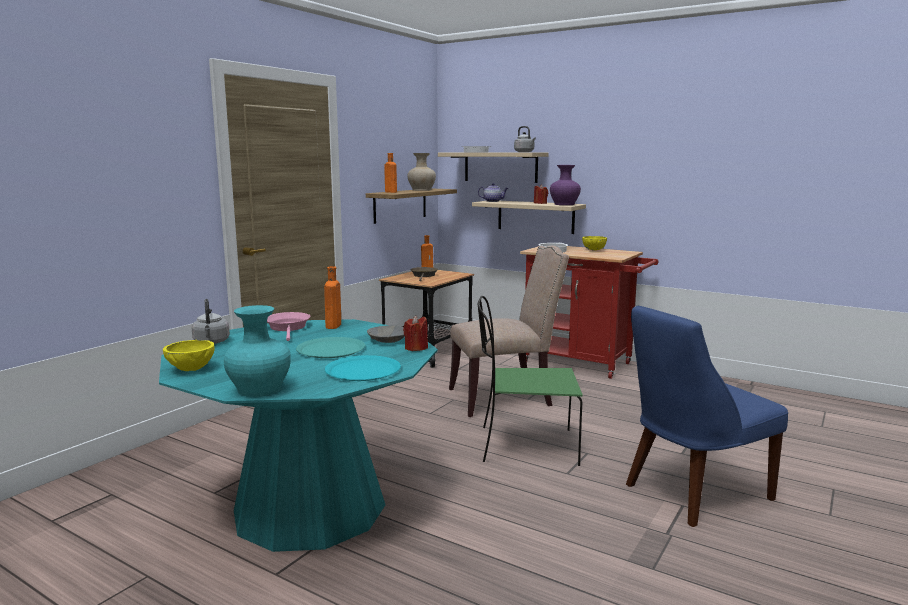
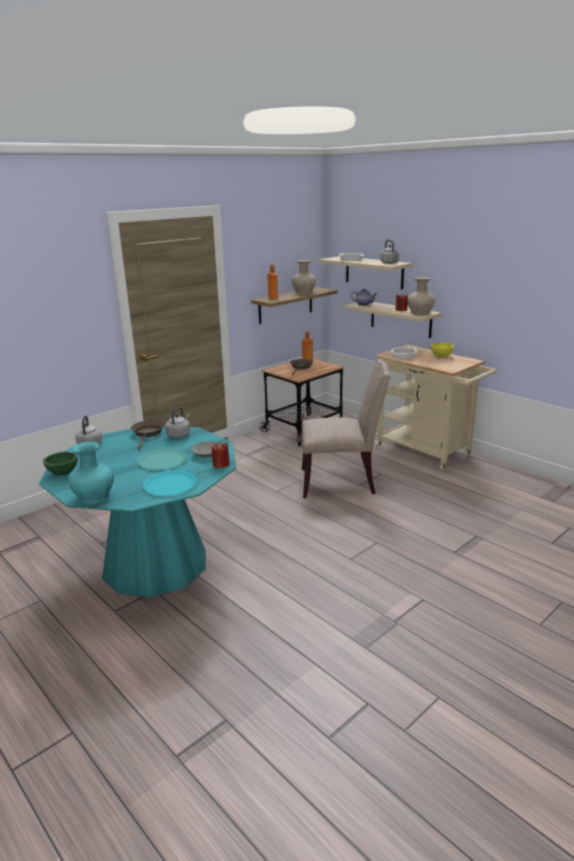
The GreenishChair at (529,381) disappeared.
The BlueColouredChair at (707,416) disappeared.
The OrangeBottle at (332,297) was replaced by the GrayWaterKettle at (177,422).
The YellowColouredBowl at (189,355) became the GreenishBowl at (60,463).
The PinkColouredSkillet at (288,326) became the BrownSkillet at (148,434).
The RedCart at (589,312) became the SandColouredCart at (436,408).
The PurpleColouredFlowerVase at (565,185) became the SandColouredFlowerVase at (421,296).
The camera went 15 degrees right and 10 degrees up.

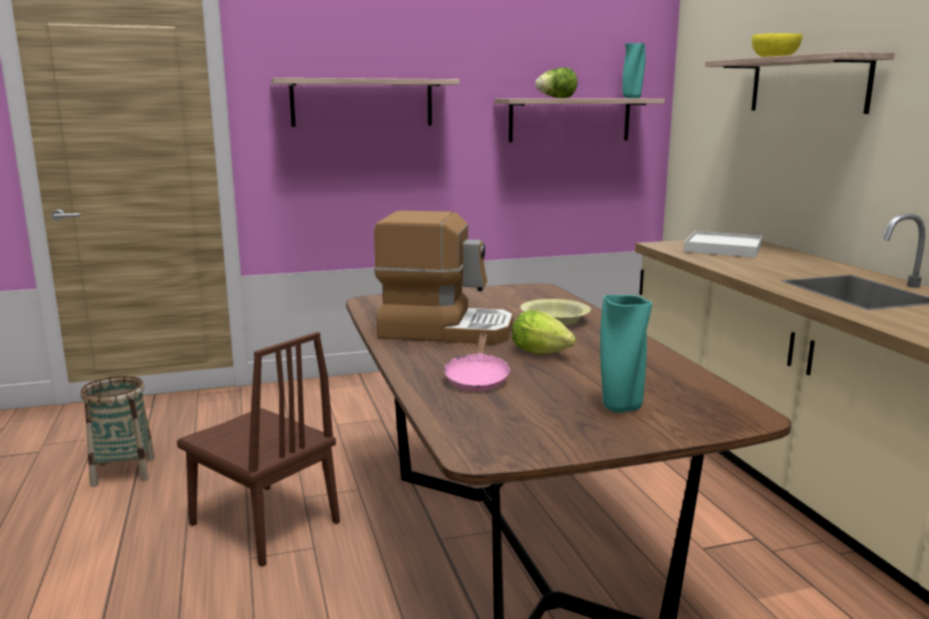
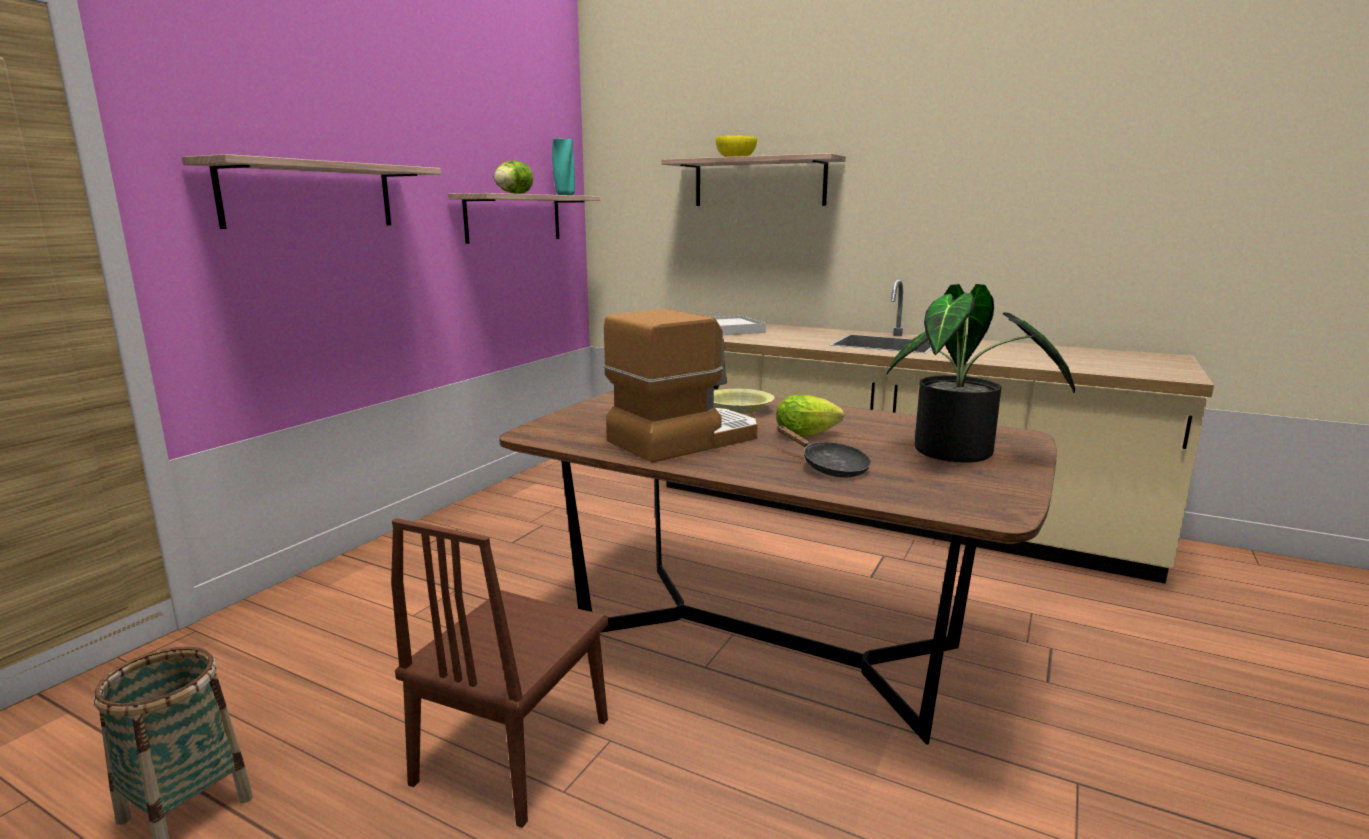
The TurquoiseColouredFlowerVase at (626,354) was replaced by the PlantInAPot at (981,373).
The PinkColouredSkillet at (477,362) became the BlackSkillet at (824,451).
The BrownChair at (258,449) turned 120 degrees clockwise.
The camera went 45 degrees left and 0 degrees up.

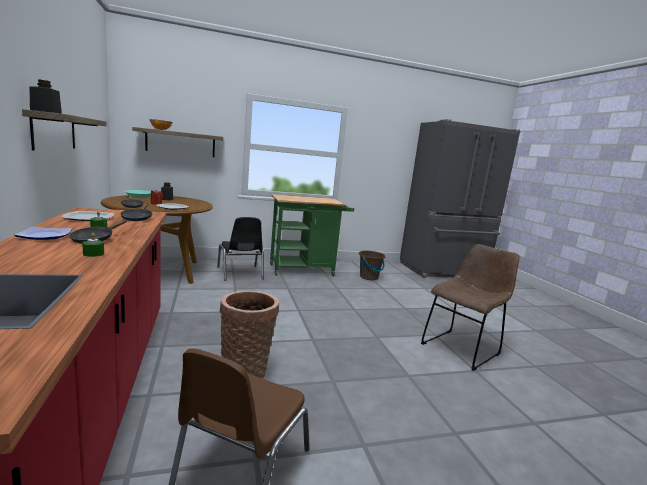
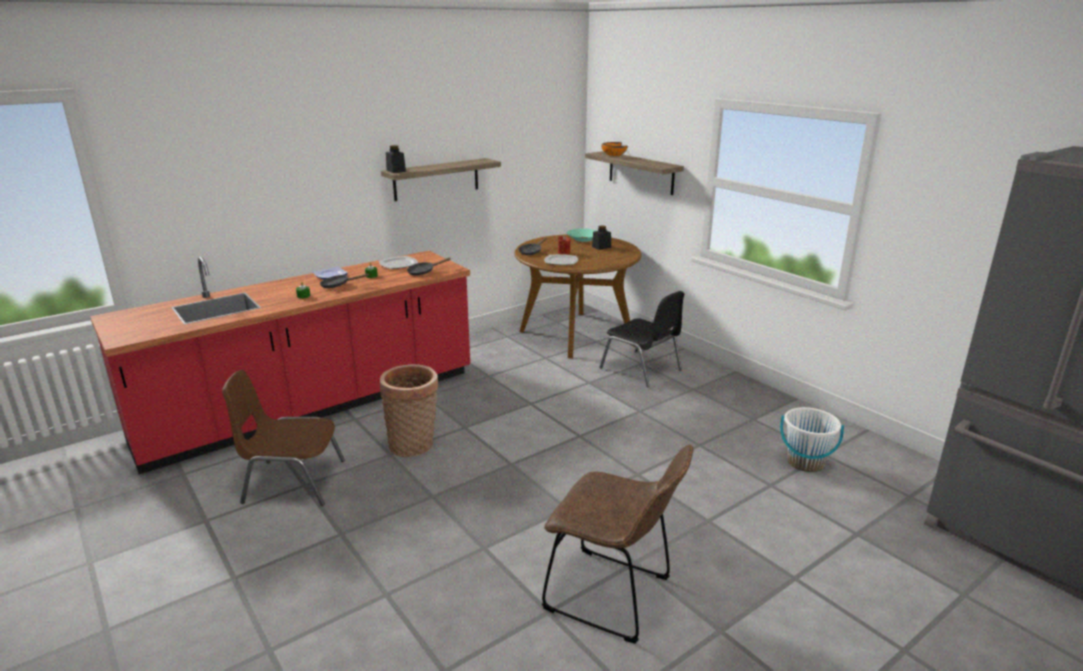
The GreenishCart at (312,235) disappeared.
The BrownPail at (372,265) became the WhiteColouredPail at (812,439).
The BlackChair at (240,249) turned 90 degrees counterclockwise.
The camera went 70 degrees right and 10 degrees up.

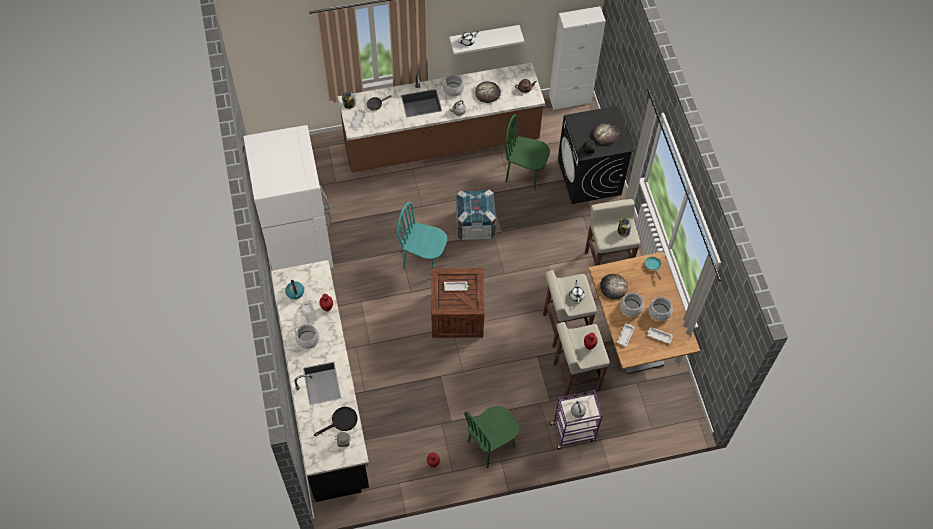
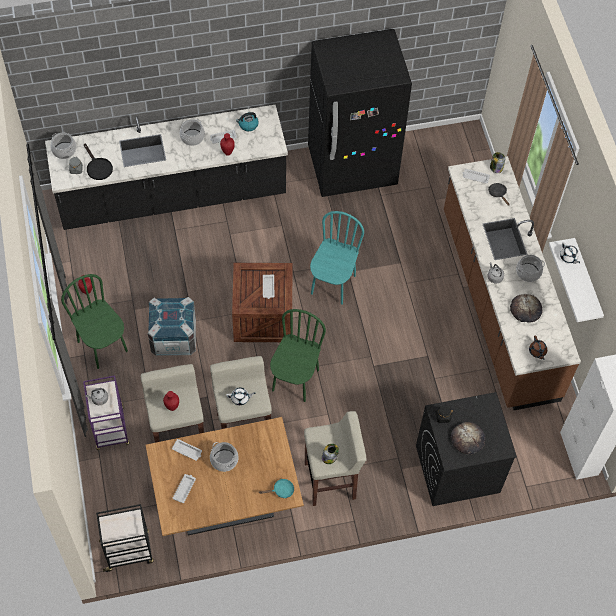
The BakedBread at (614,286) disappeared.
The BlackCart at (125,538) appeared.
The ShippingCrate moved from (476,215) to (172,326).
The GreenishChair moved from (527,152) to (298,355).
The Saucepot moved from (660,309) to (63,145).
The WhiteColouredRefrigerator at (288,197) became the BlackRefrigerator at (360,113).
The camera went 90 degrees right and 0 degrees up.

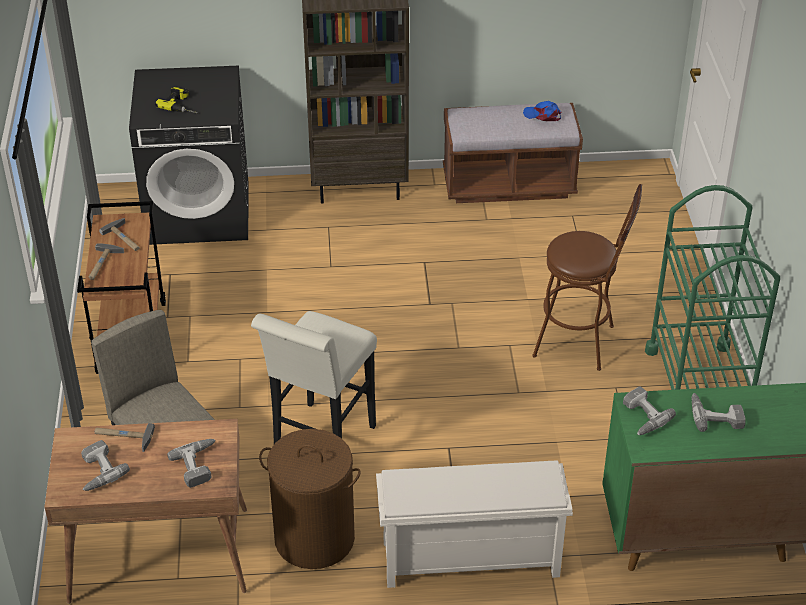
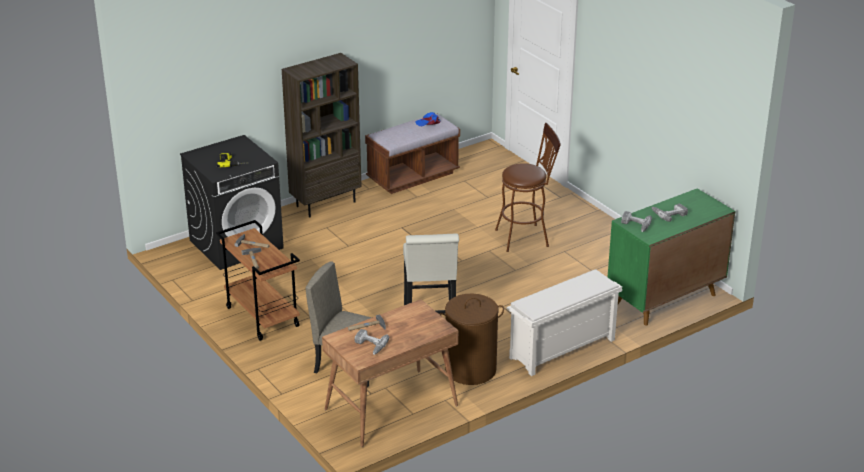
The PowerDrill at (191,463) disappeared.
The GreenishCart at (712,287) disappeared.
The camera went 30 degrees left and 10 degrees down.

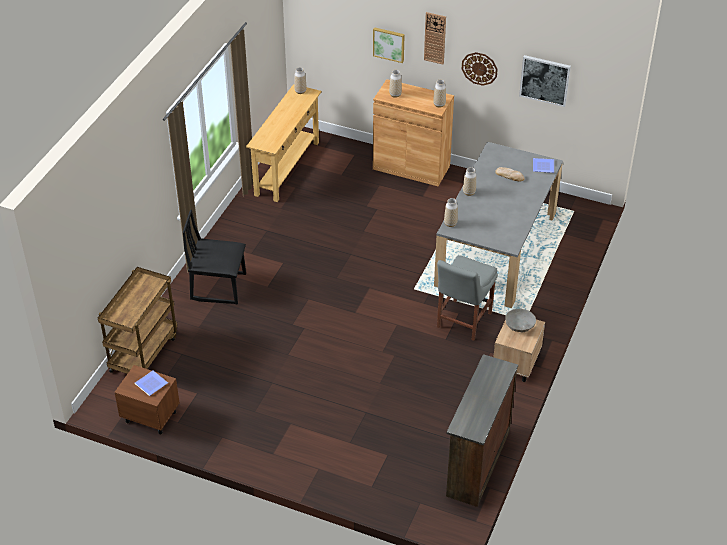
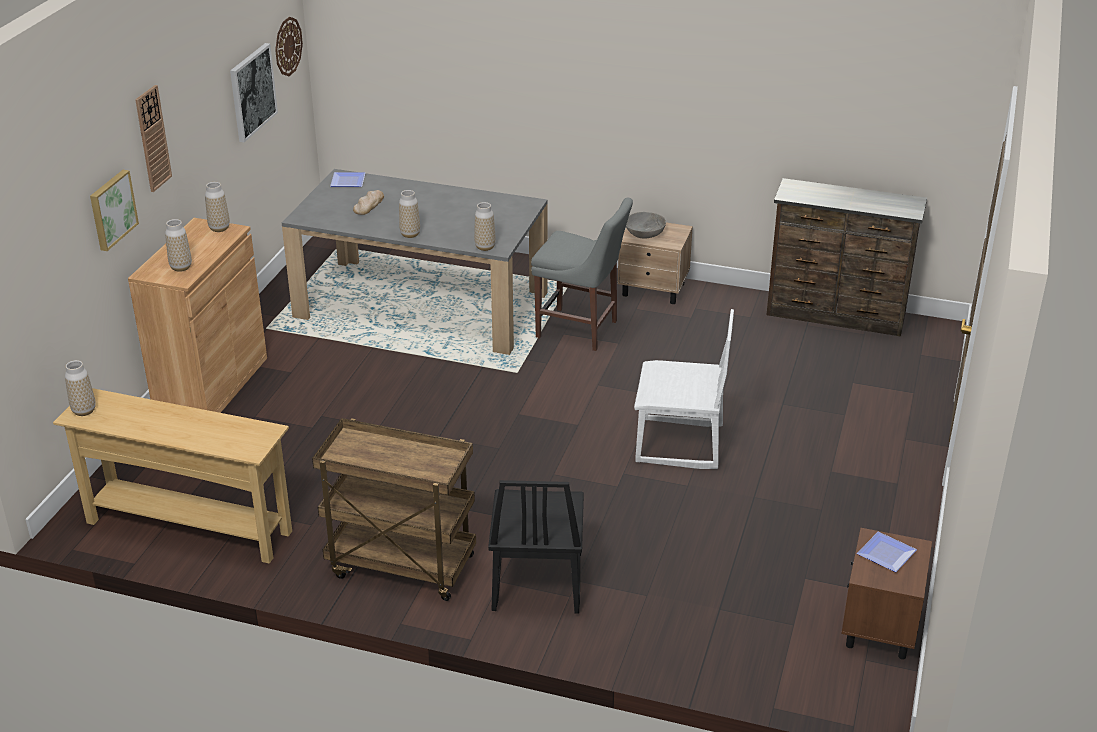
The WhiteColouredChair at (684,389) appeared.
The BrownCart moved from (138,320) to (394,509).
The HangingClock moved from (480,69) to (289,46).
The camera went 95 degrees left and 10 degrees down.

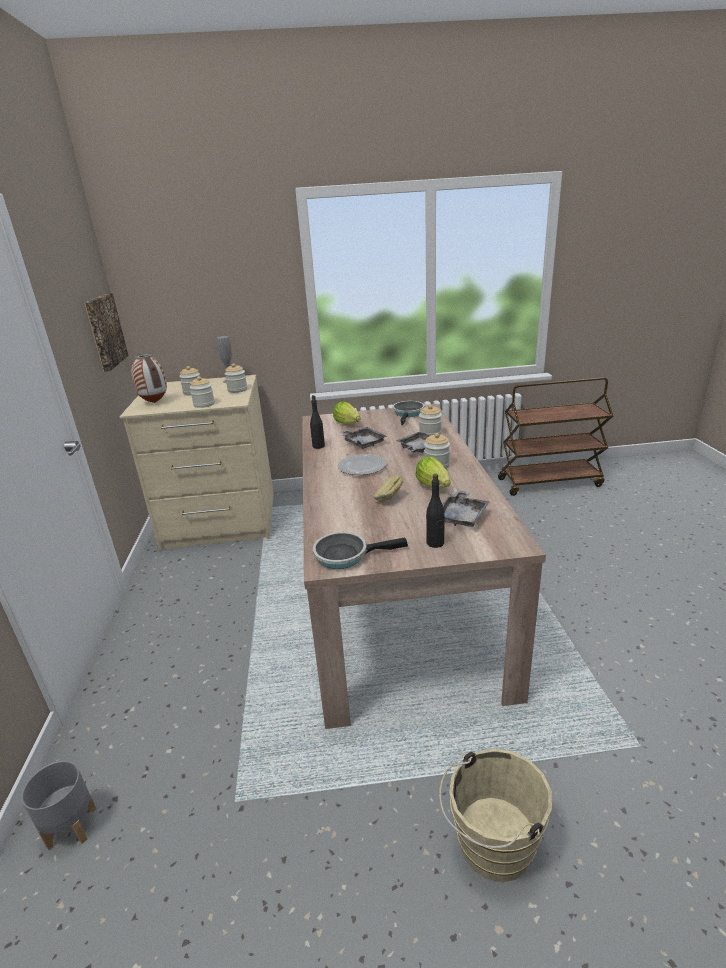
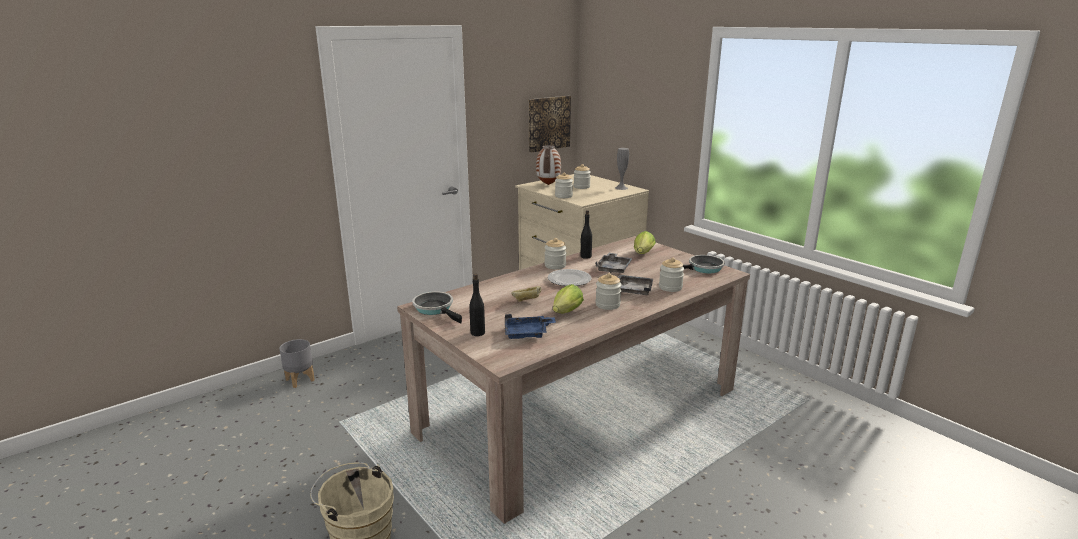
The BrownCart at (555,436) disappeared.
The PreserveJar moved from (236,378) to (555,253).
The GrayTray at (466,508) became the BlueColouredTray at (530,326).
The camera went 55 degrees right and 5 degrees down.

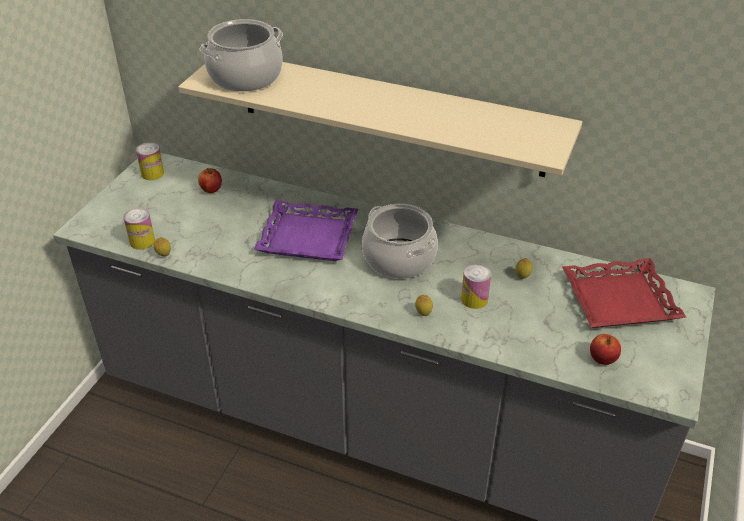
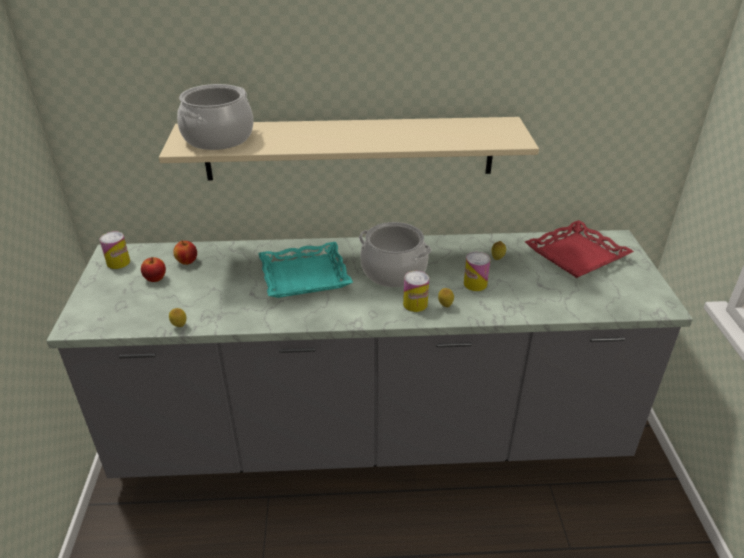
The Can moved from (139,229) to (416,291).
The Apple moved from (605,349) to (153,269).
The PurpleColouredTray at (306,230) became the TurquoiseColouredTray at (305,270).
The camera went 25 degrees left and 5 degrees down.

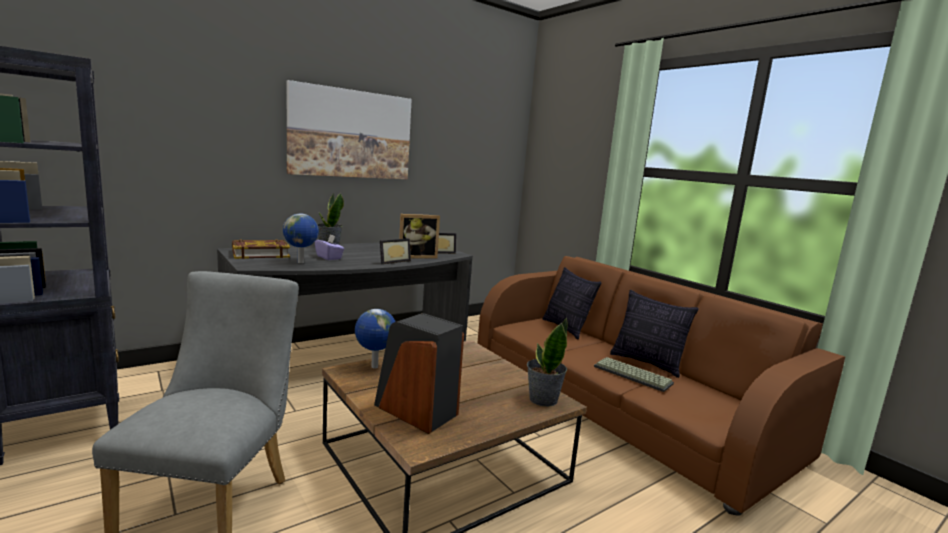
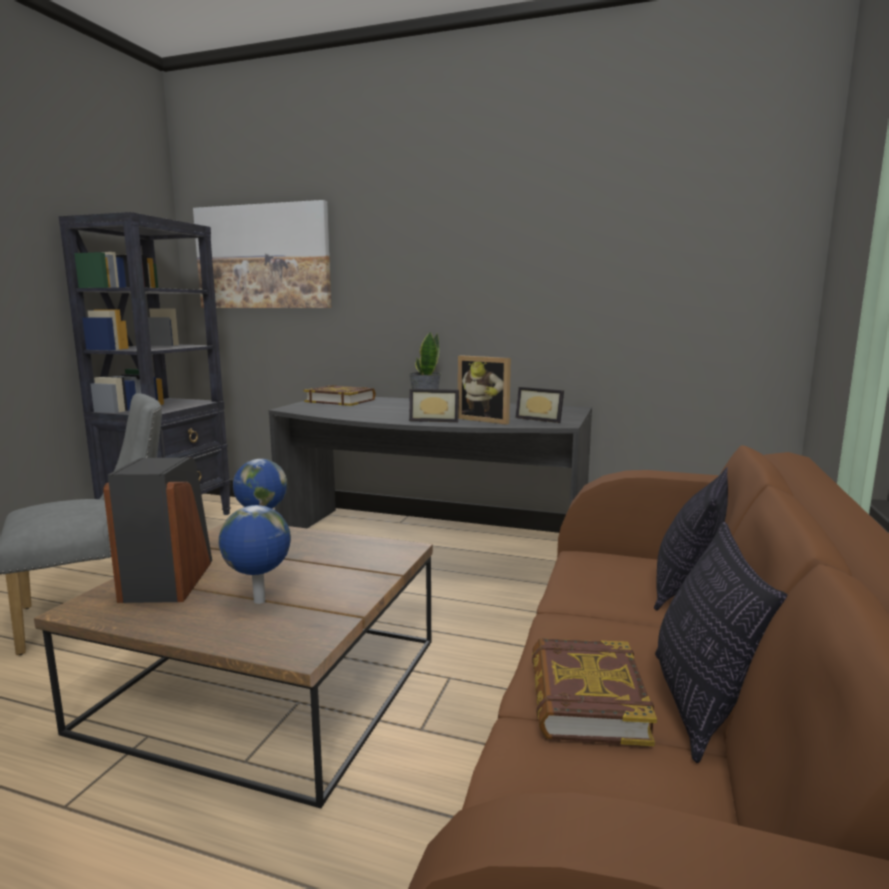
The PurpleColouredTissueHolder at (329,247) disappeared.
The PlantInAPot at (547,362) disappeared.
The WorldGlobe moved from (301,238) to (255,554).
The WallPicture moved from (349,130) to (262,254).
The ComputerKeyboard at (634,374) was replaced by the BoundBook at (594,692).
The camera went 55 degrees right and 0 degrees up.

